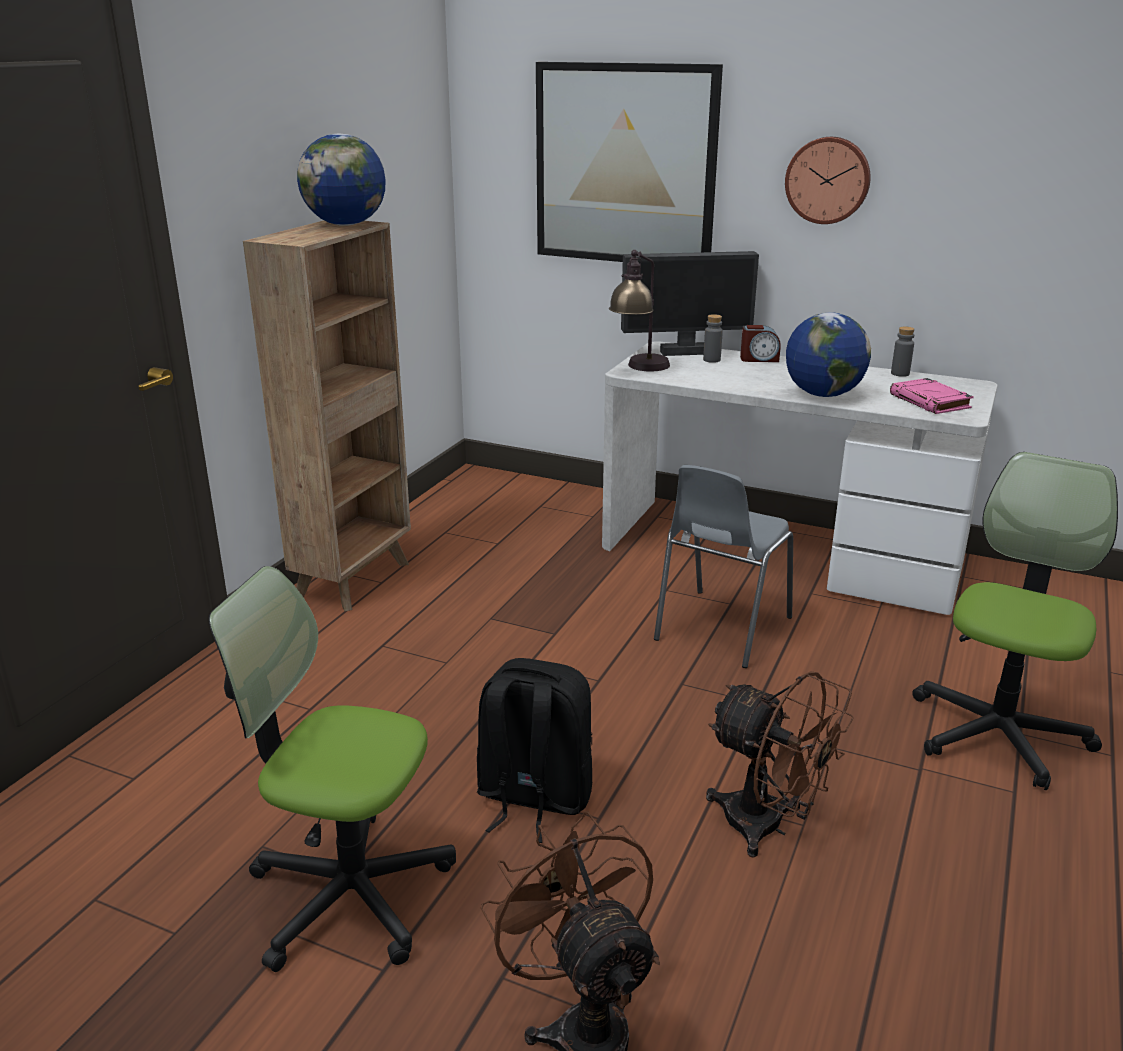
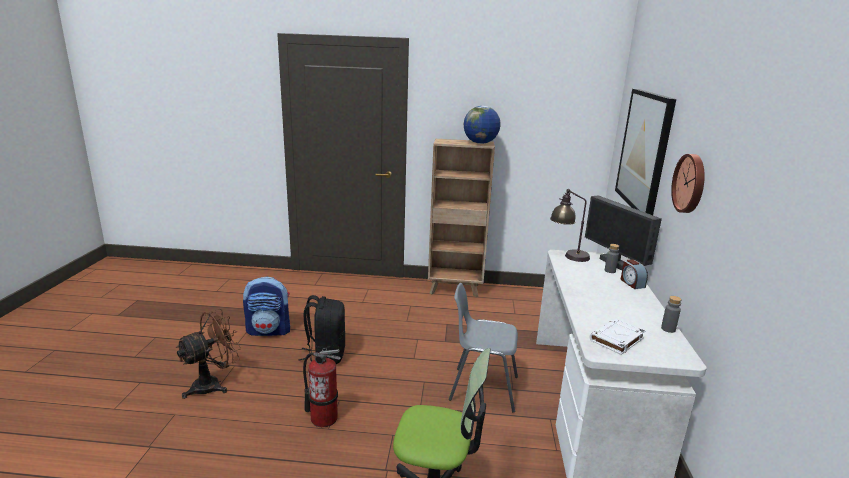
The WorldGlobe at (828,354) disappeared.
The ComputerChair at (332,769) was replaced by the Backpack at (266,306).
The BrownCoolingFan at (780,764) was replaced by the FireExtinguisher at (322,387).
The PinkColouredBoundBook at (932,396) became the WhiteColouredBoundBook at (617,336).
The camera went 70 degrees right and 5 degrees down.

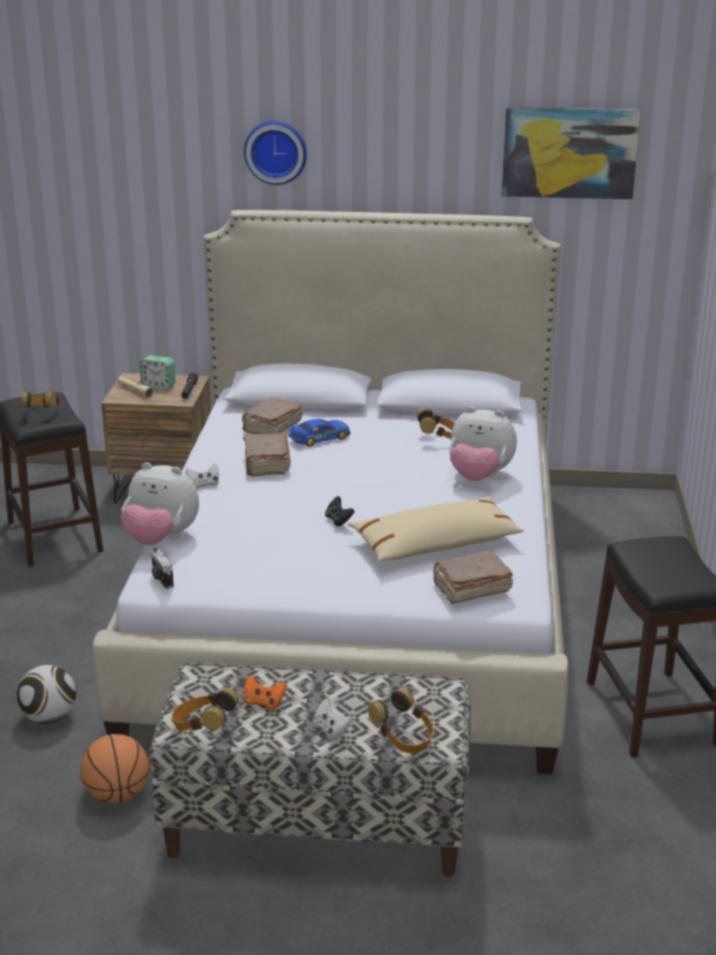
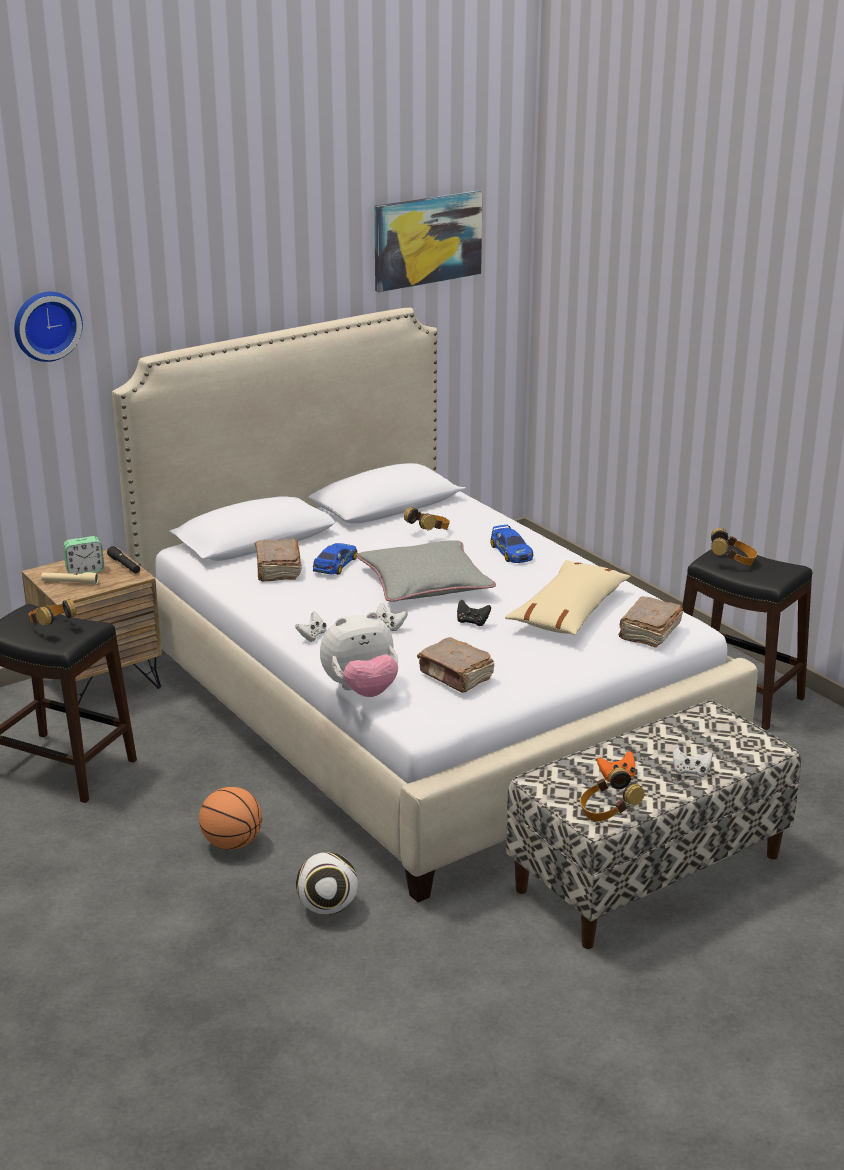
The StillCamera at (162,568) disappeared.
The GrayThrowPillow at (426,571) appeared.
The WhiteColouredGameController at (392,617) appeared.
The BasketballBall moved from (115,769) to (230,818).
The BrownBoundBook moved from (267,454) to (455,665).
The HangingClock moved from (275,153) to (48,327).
The PairOfHeadphones moved from (401,720) to (734,547).
The PlushToy at (483,443) was replaced by the ToyCar at (511,544).
The camera went 40 degrees left and 0 degrees up.

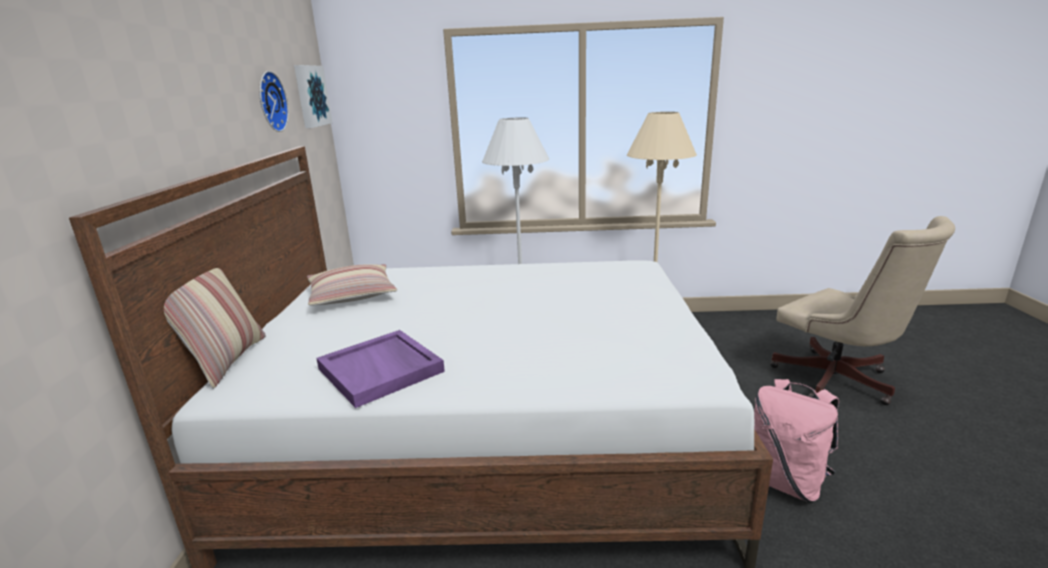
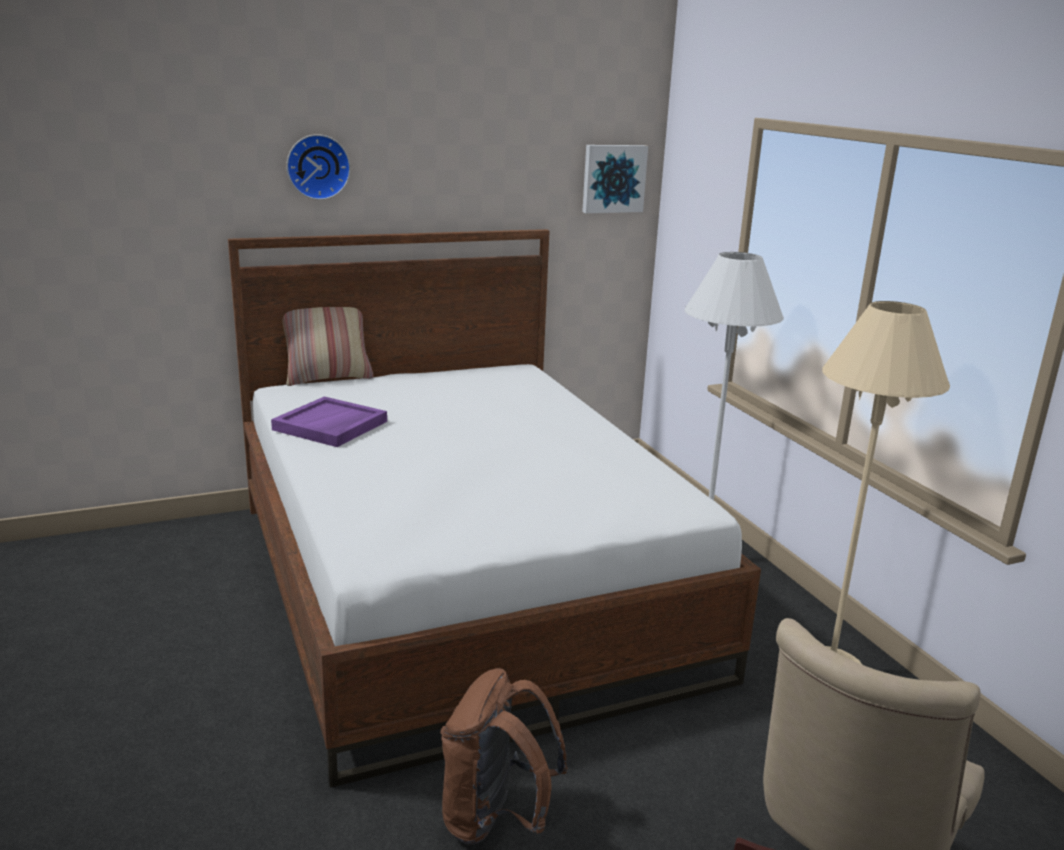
The ThrowPillow at (352,284) disappeared.
The HangingClock moved from (274,101) to (318,167).
The PinkColouredBackpack at (796,440) became the BrownBackpack at (504,756).
The camera went 65 degrees right and 0 degrees up.

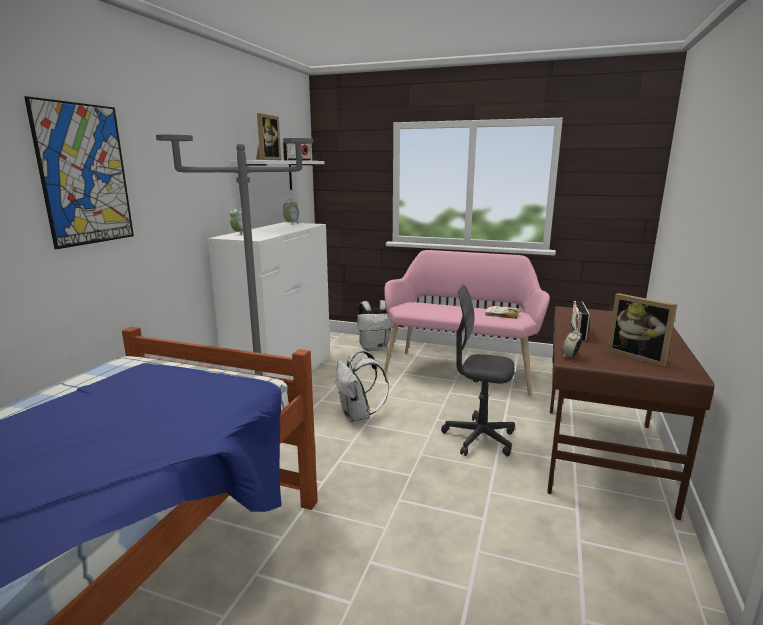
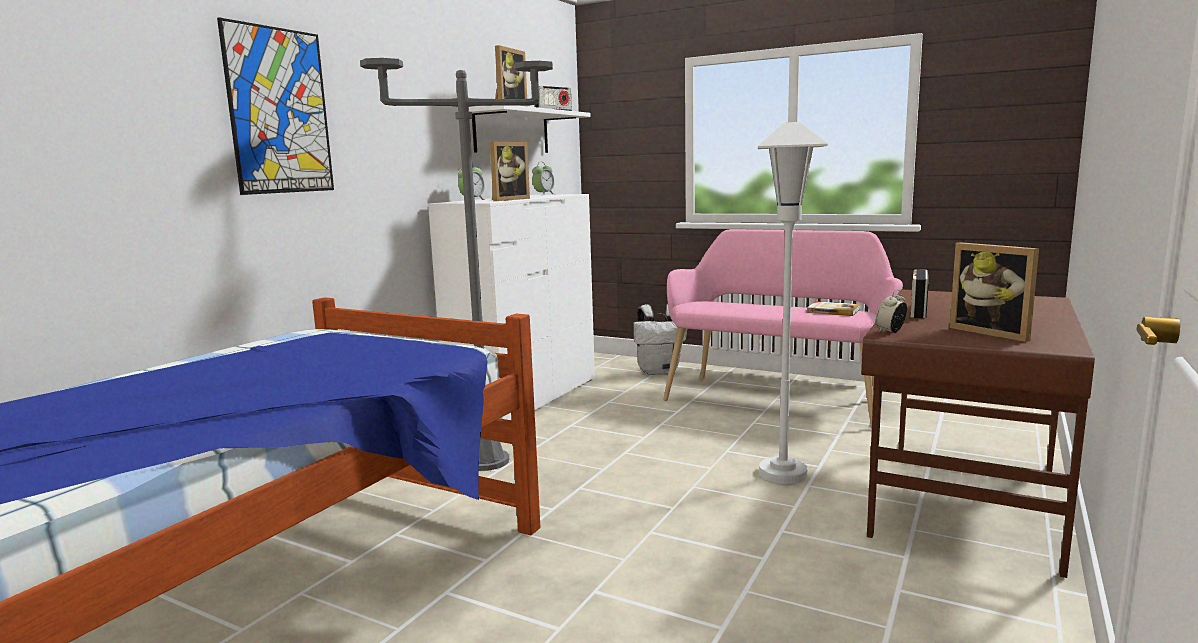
The WhiteColouredBackpack at (362,386) disappeared.
The PictureFrame at (510,171) appeared.
The GrayComputerChair at (478,370) was replaced by the WhiteColouredFloorLamp at (793,303).
The camera went 10 degrees right and 5 degrees down.

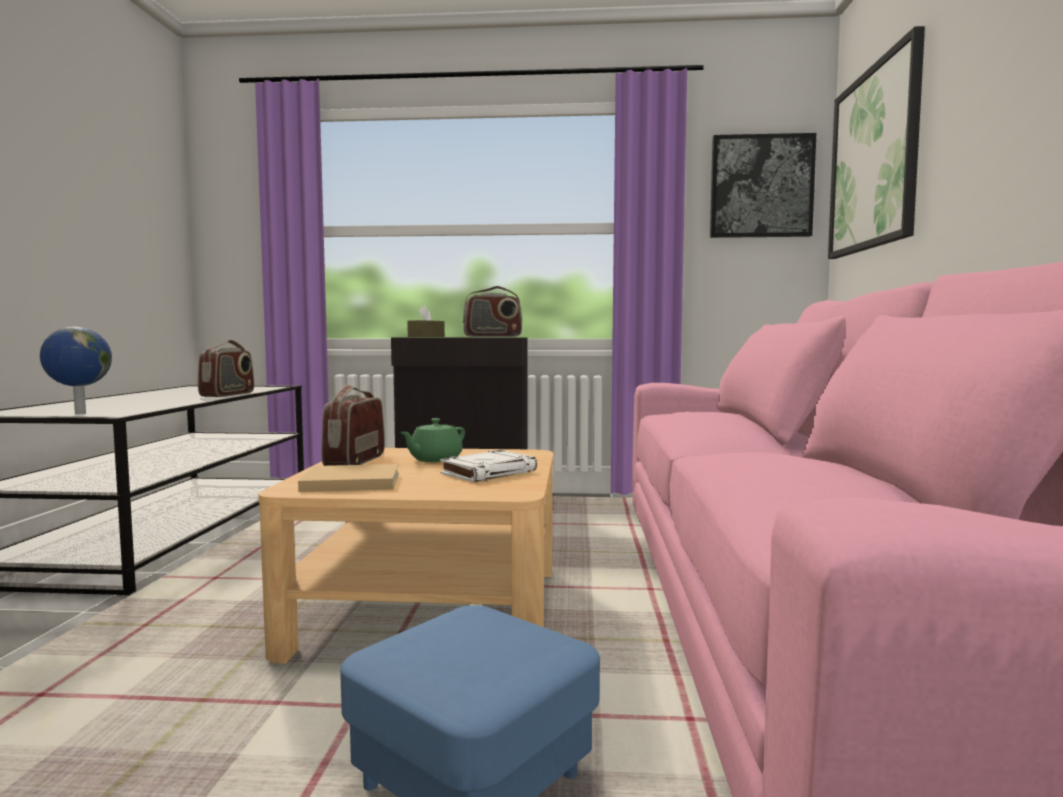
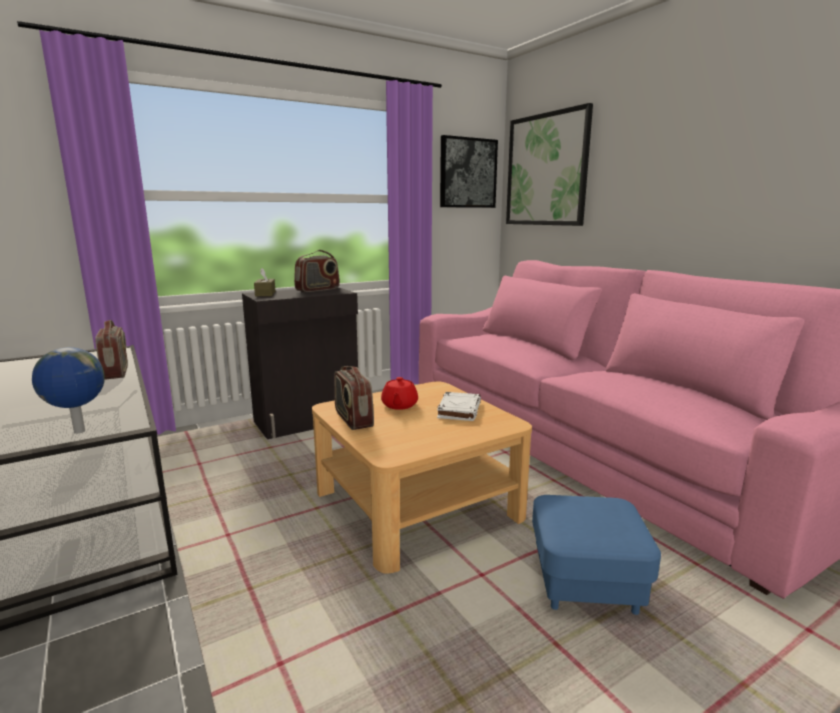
The SandColouredBoundBook at (348,478) disappeared.
The GreenishTeaPot at (432,440) became the RedTeaPot at (399,393).
The camera went 35 degrees left and 10 degrees up.

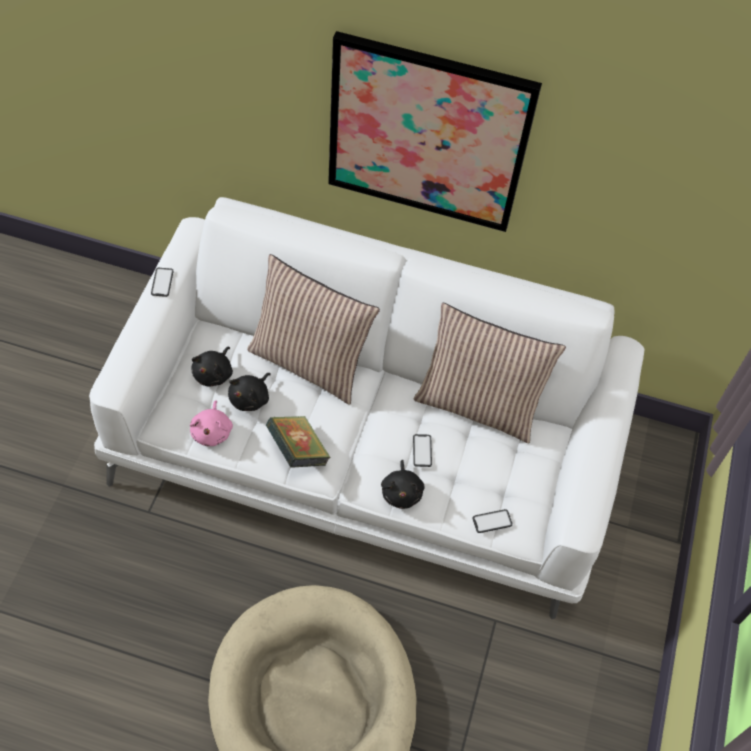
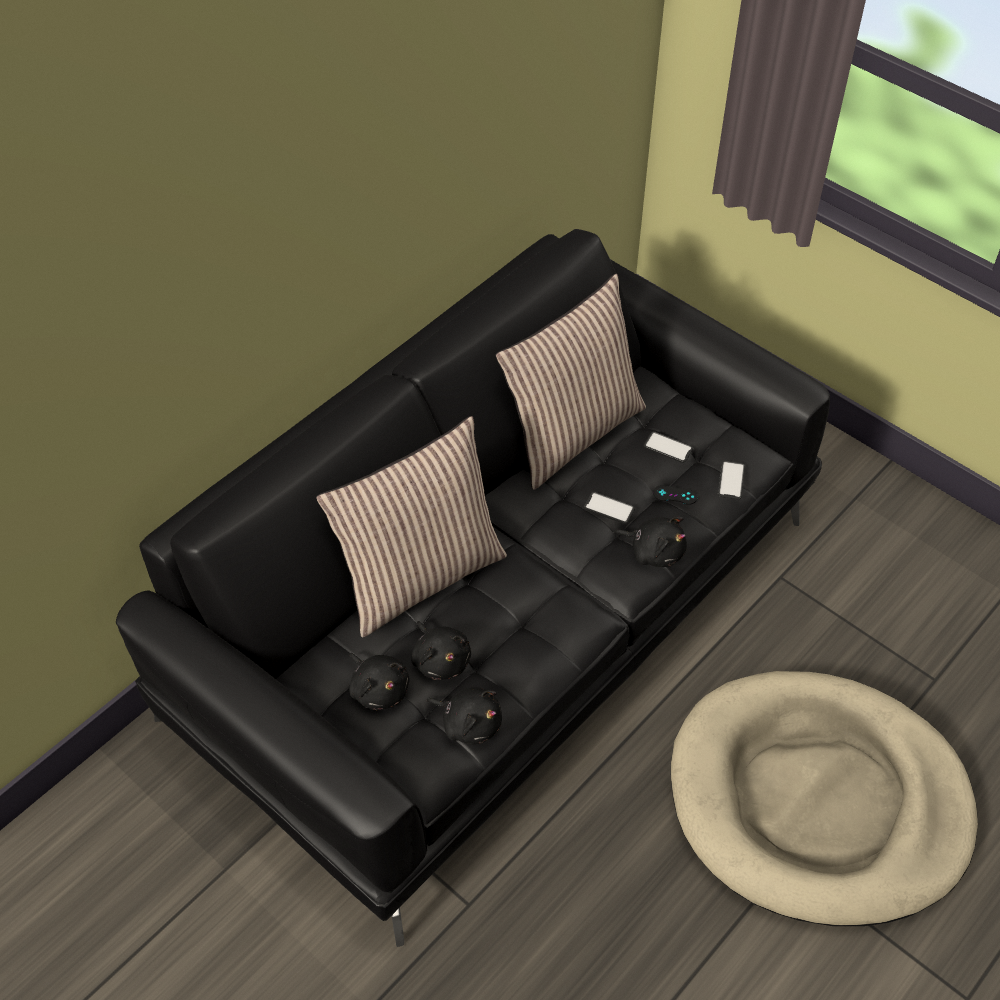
The BoundBook at (298,441) disappeared.
The WallPicture at (435,131) disappeared.
The BlackGameController at (675,495) appeared.
The Telephone moved from (162,282) to (668,447).
The WhiteColouredSettee at (366,408) became the BlackSettee at (473,588).
The PinkColouredPlushToy at (211,423) became the BlackPlushToy at (464,716).
The camera went 60 degrees left and 5 degrees down.

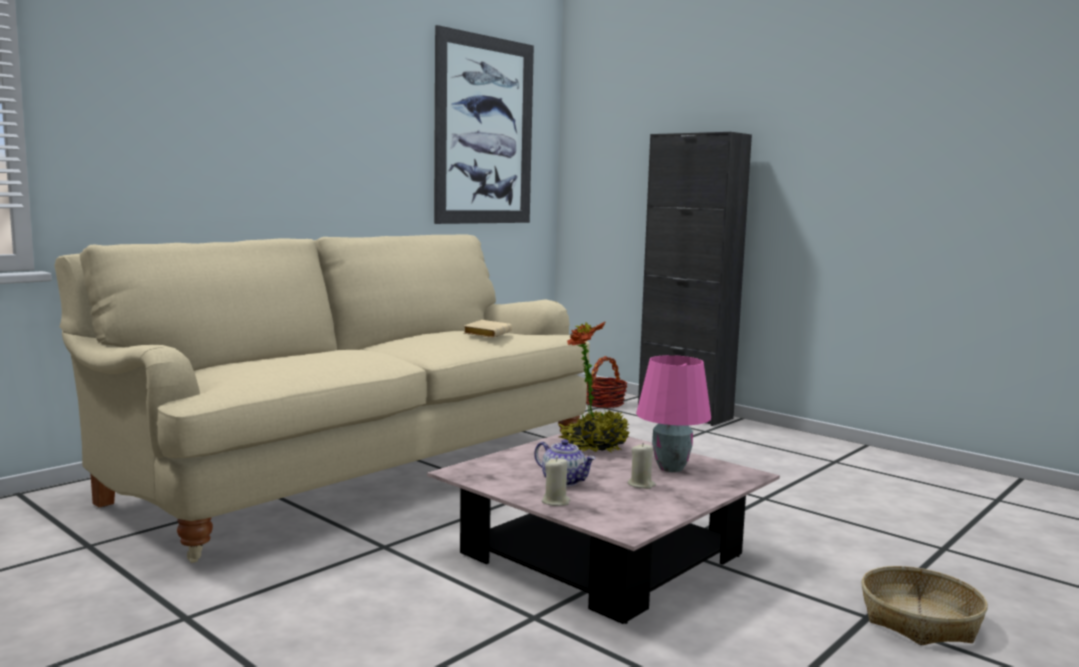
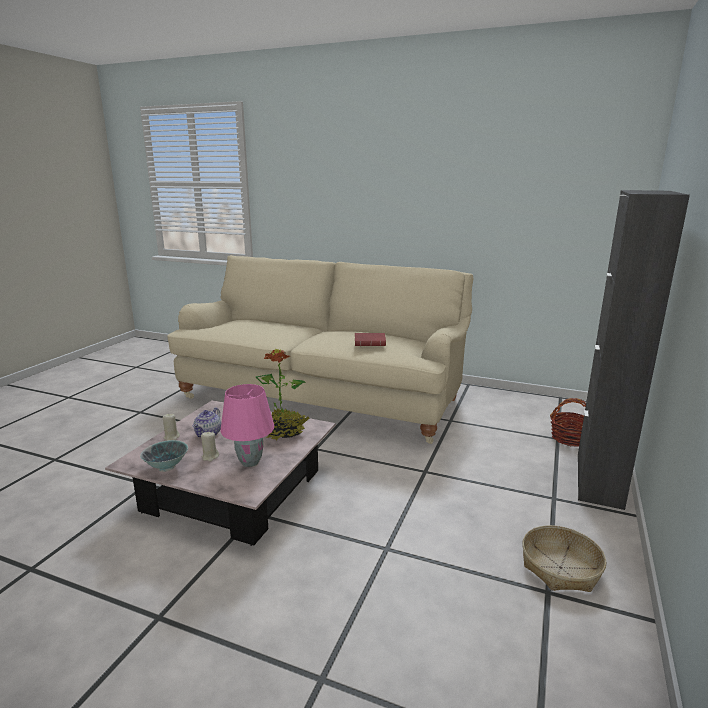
The WallPicture at (484,124) disappeared.
The Bowl at (164,456) appeared.
The HouseholdBasket moved from (924,605) to (564,558).
The SandColouredBoundBook at (487,329) became the RedBoundBook at (370,339).
The camera went 70 degrees right and 10 degrees up.

